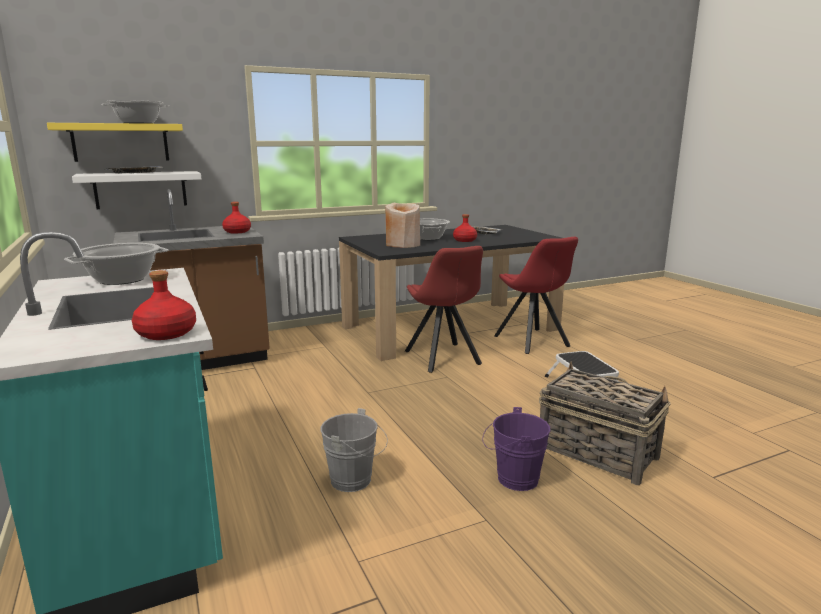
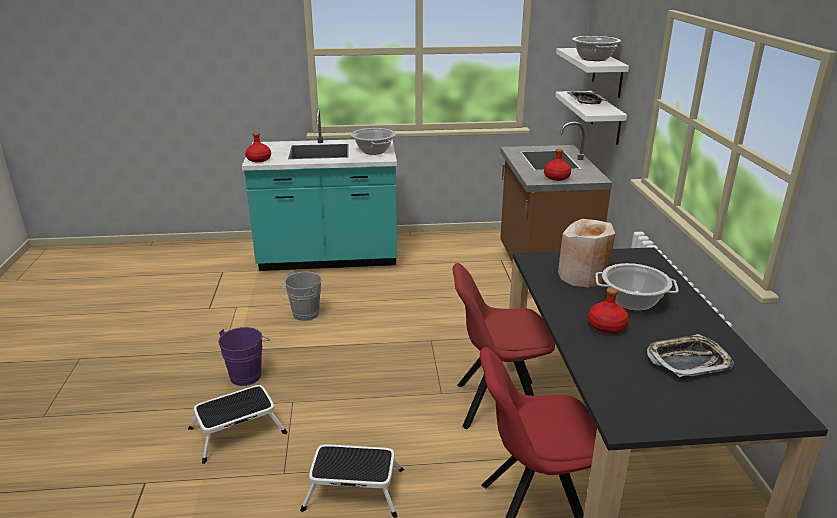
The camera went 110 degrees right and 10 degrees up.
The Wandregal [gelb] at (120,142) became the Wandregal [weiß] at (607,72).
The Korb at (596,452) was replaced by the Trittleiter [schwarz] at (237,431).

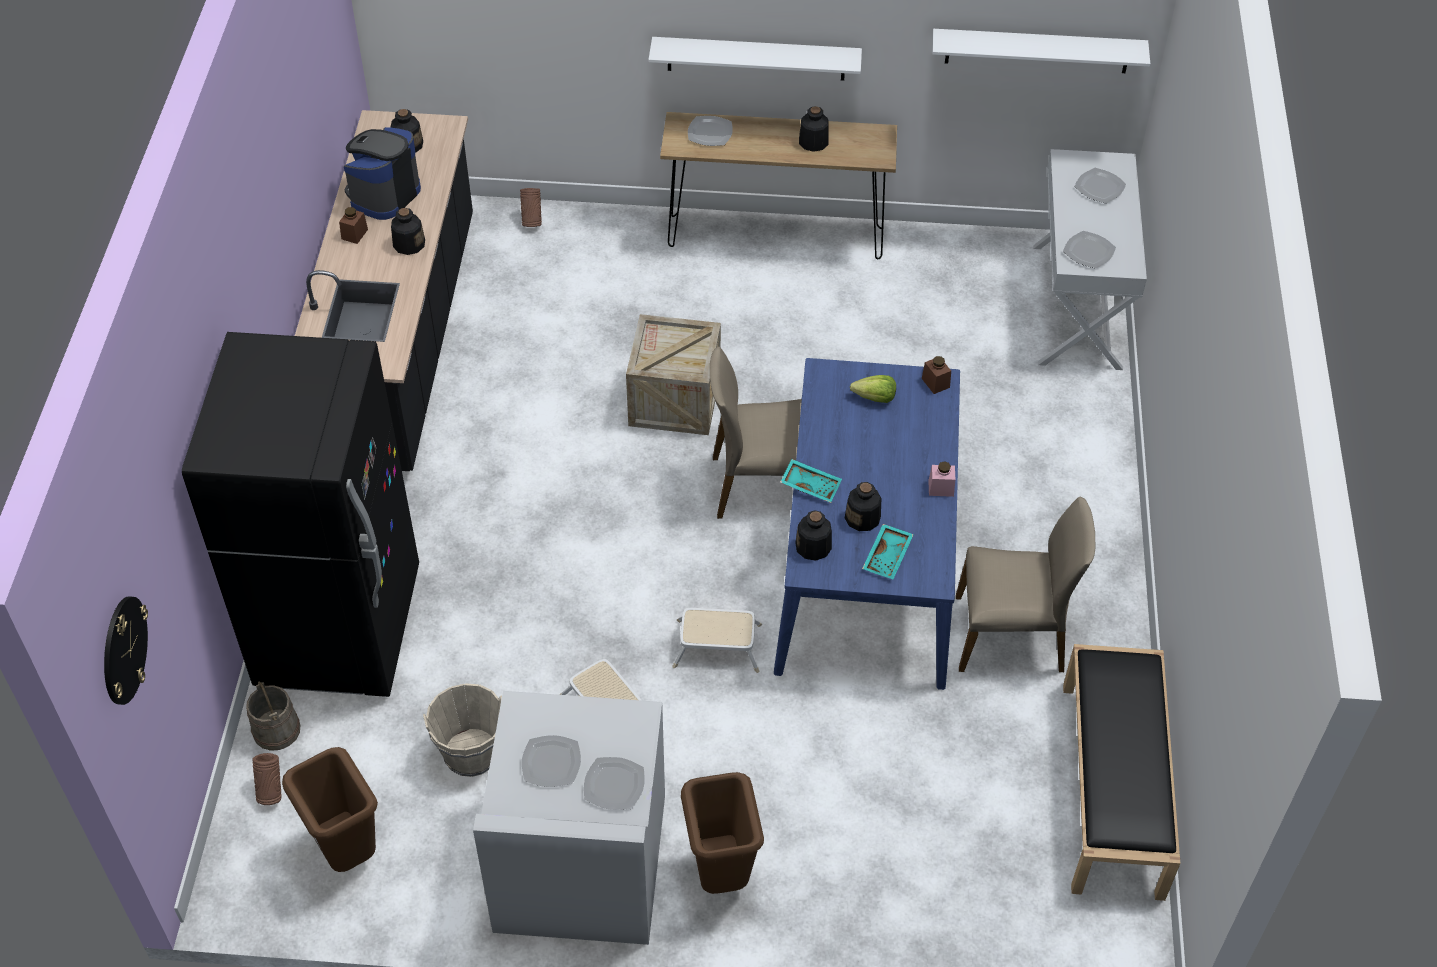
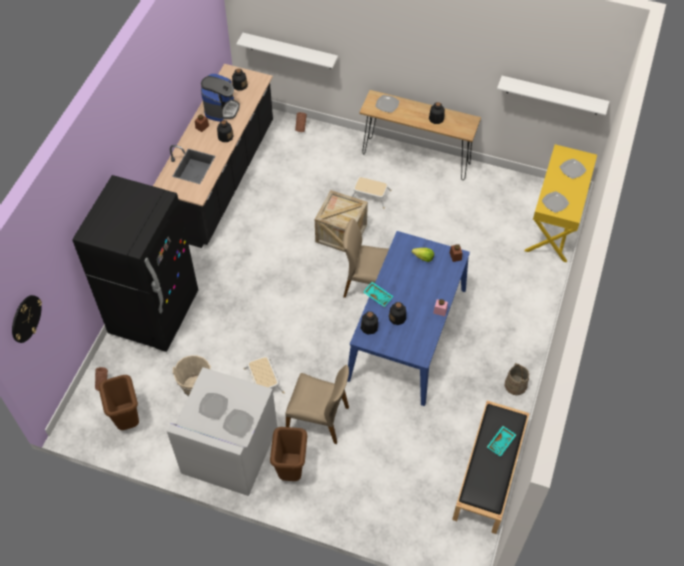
The camera went 15 degrees right and 5 degrees up.
The Eimer [beige] moved from (277,730) to (515,385).
The Kaffeemaschine at (384,194) turned 150 degrees clockwise.
The Wandregal [weiß] moved from (756,58) to (290,51).
The Trittleiter [beige] moved from (717,645) to (370,195).
The Tablett [türkis] moved from (888,557) to (501,443).
The Stuhl [beige] moved from (1011,635) to (318,418).
The Konsolentisch [weiß] at (1077,306) became the Konsolentisch [gelb] at (555,224).

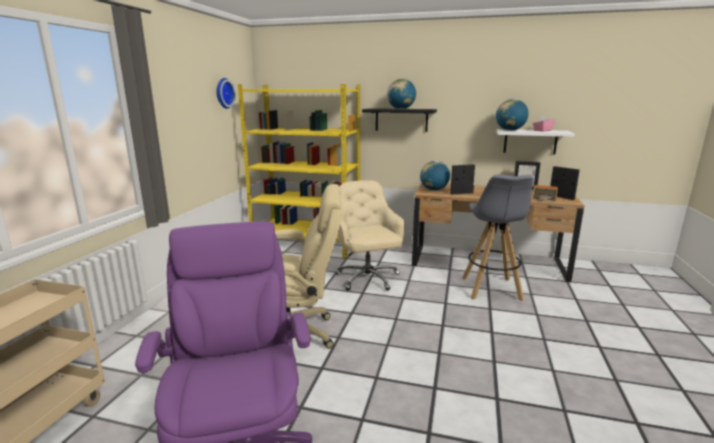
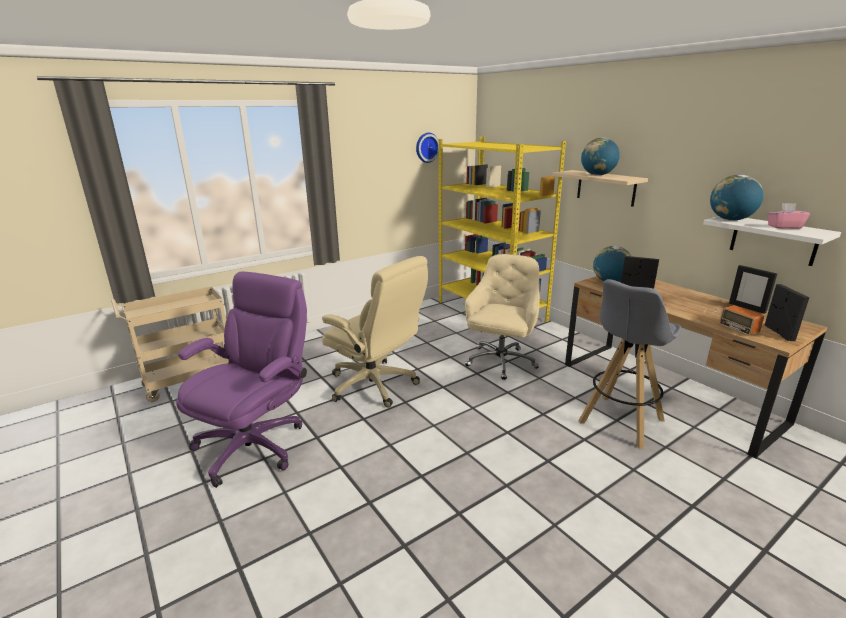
The camera went 40 degrees right and 5 degrees up.
The Wandregal [schwarz] at (401,120) became the Wandregal [beige] at (606,188).

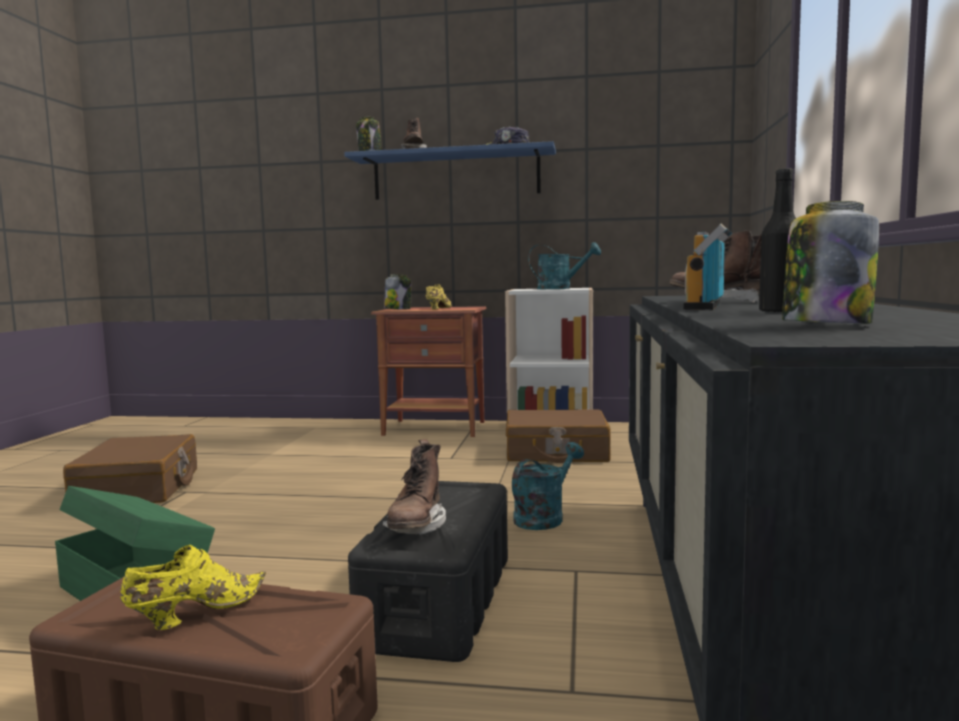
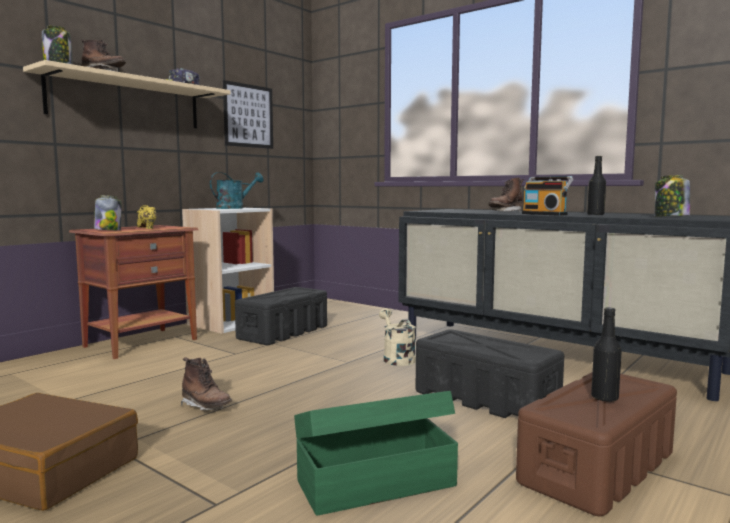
The camera went 60 degrees left and 0 degrees up.
The Schuh [gelb] at (194,614) was replaced by the Flasche [schwarz] at (604,398).
The Wandregal [blau] at (456,175) became the Wandregal [beige] at (127,102).
The Stiefel [braun] moved from (416,526) to (206,407).
The Koffer [braun] at (556,452) was replaced by the Aufbewahrungsbox [schwarz] at (283,332).
The Gießkanne [türkis] at (544,517) became the Gießkanne [beige] at (396,358).
The Bild at (248,116) appeared.

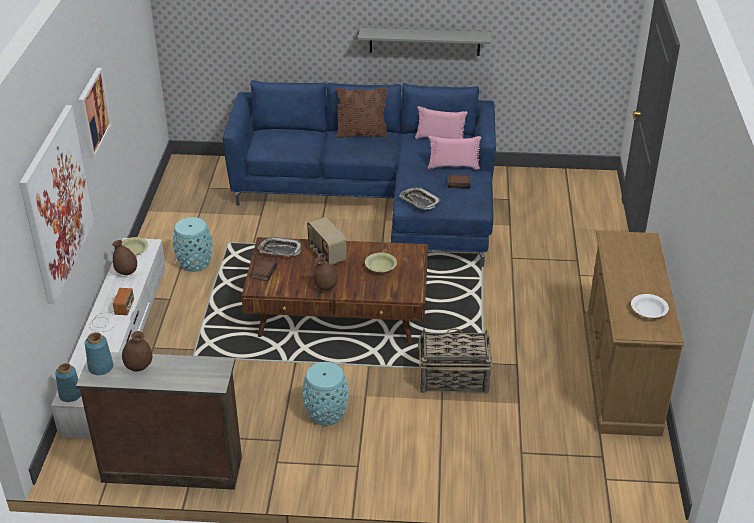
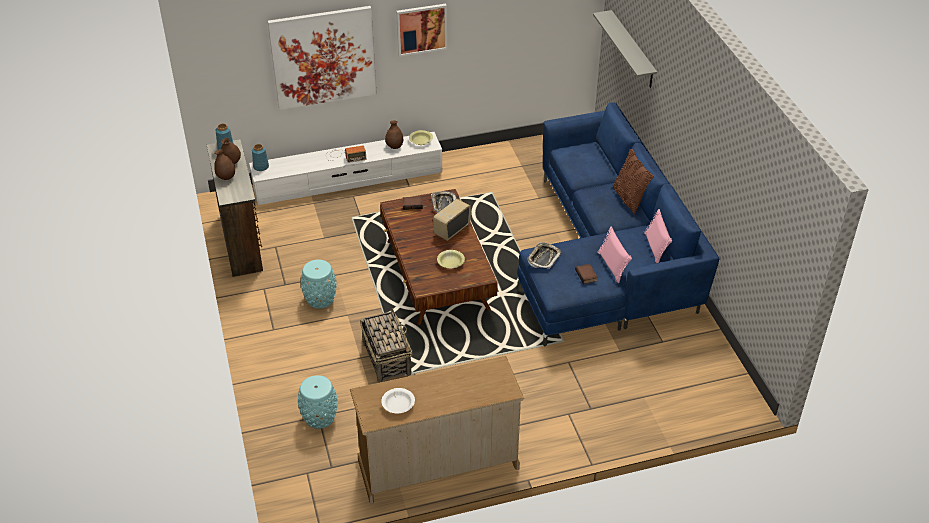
The camera went 70 degrees right and 5 degrees up.
The Hocker [türkis] moved from (195,263) to (319,417).
The Vase [braun] moved from (325,287) to (226,177).
The Wandregal [grau] moved from (424,41) to (632,50).

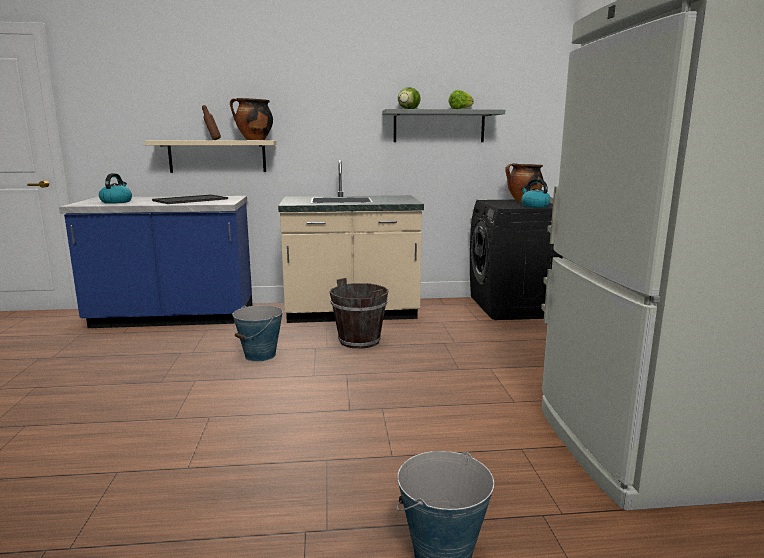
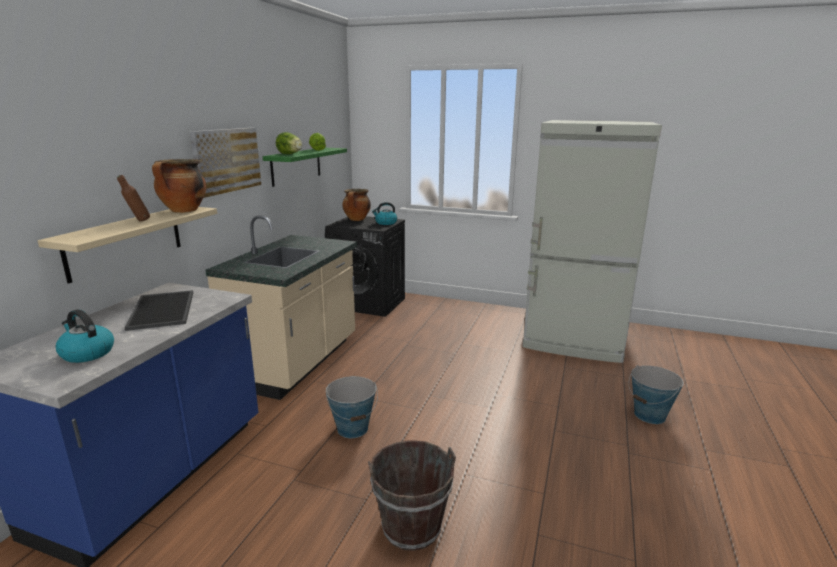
The camera went 65 degrees left and 5 degrees up.
The Eimer [braun] moved from (360,341) to (411,527).
The Wandregal [grau] at (439,126) became the Wandregal [grün] at (296,166).
The Bild at (226,160) appeared.

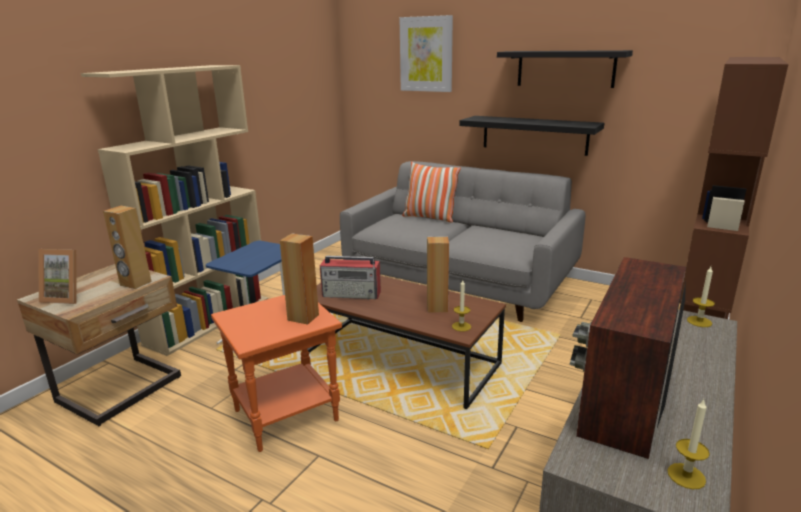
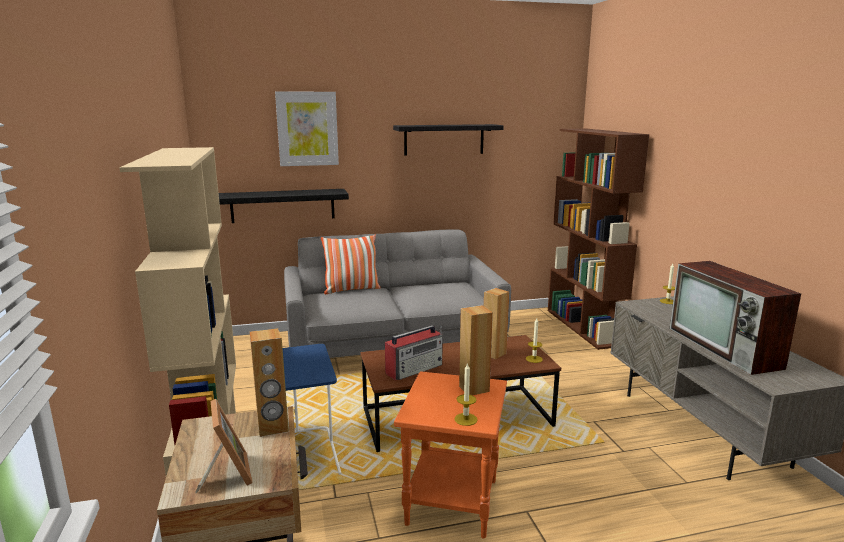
The camera went 45 degrees left and 5 degrees down.
The Bilderrahmen at (67,297) turned 75 degrees counterclockwise.
The Wandregal [schwarz] moved from (534,135) to (283,205).
The Kerze moved from (686,476) to (466,419).

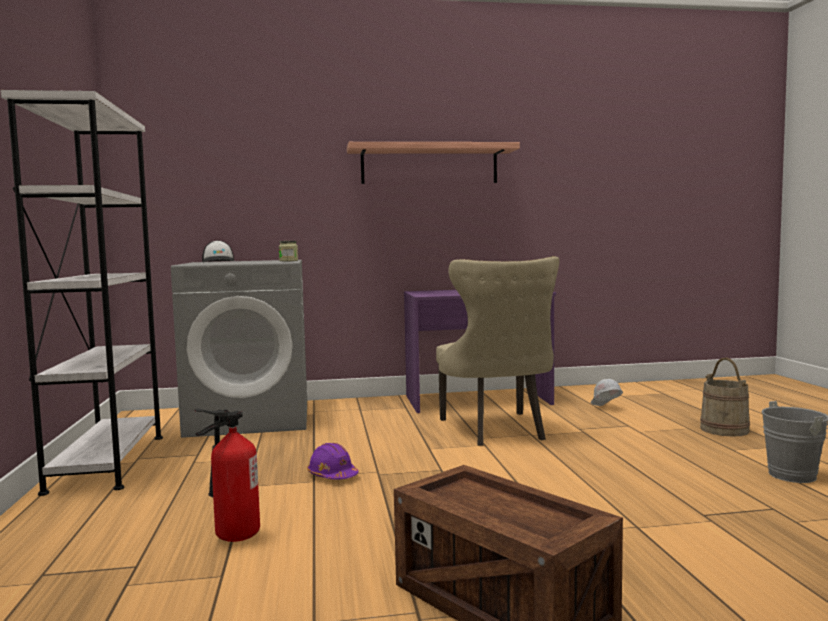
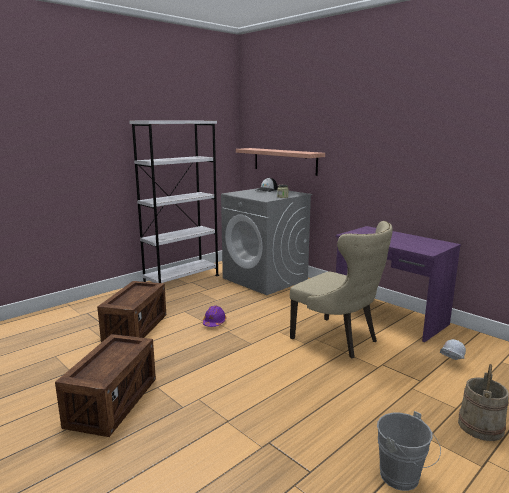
The camera went 55 degrees right and 10 degrees up.
The Feuerlöscher at (232,536) was replaced by the Kiste at (135,328).
The Wandregal moved from (429,165) to (284,161).
The Stuhl [beige] at (497,429) turned 90 degrees counterclockwise.

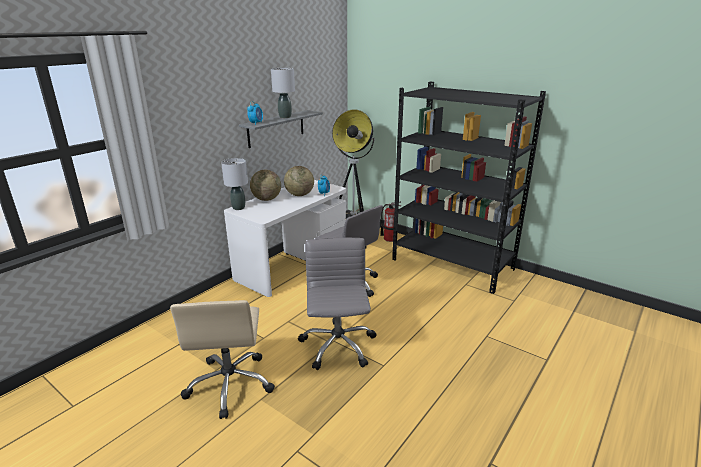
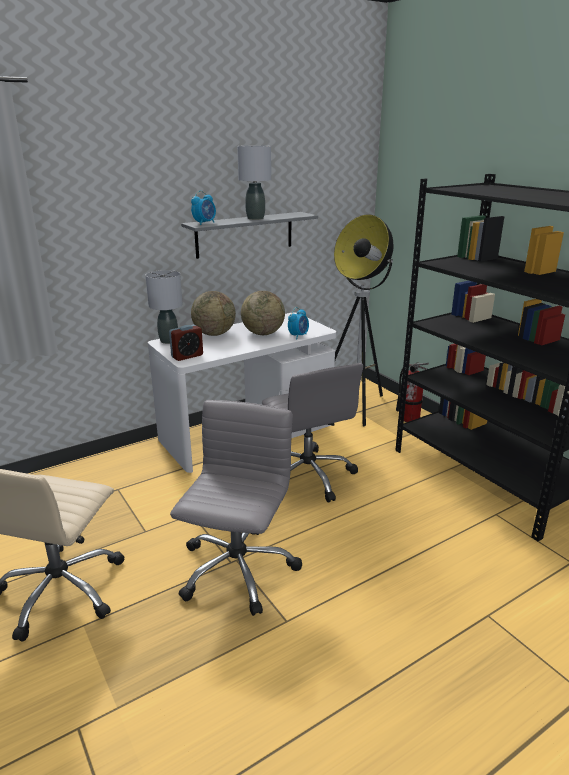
The camera went 20 degrees right and 0 degrees up.
The Wecker at (187,356) appeared.

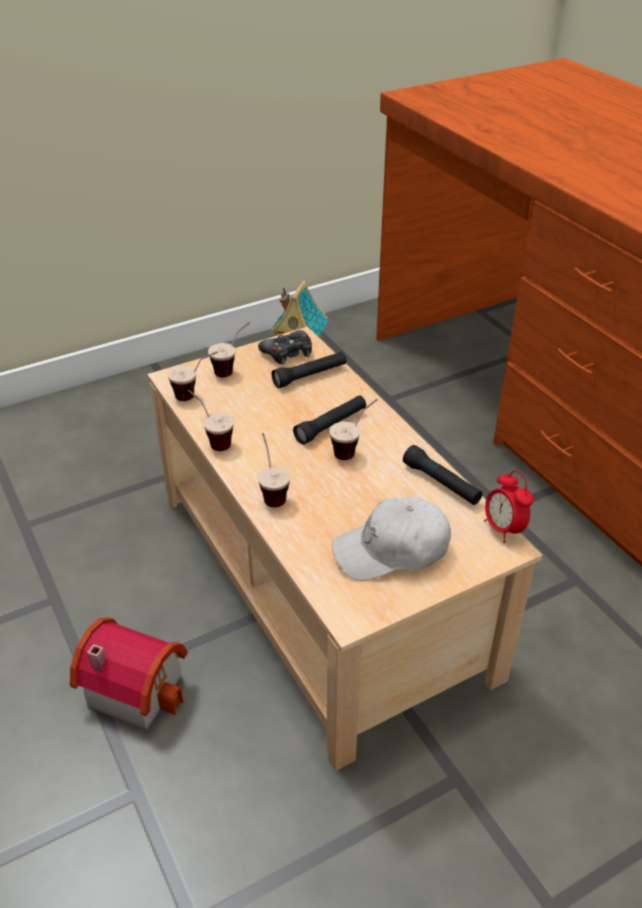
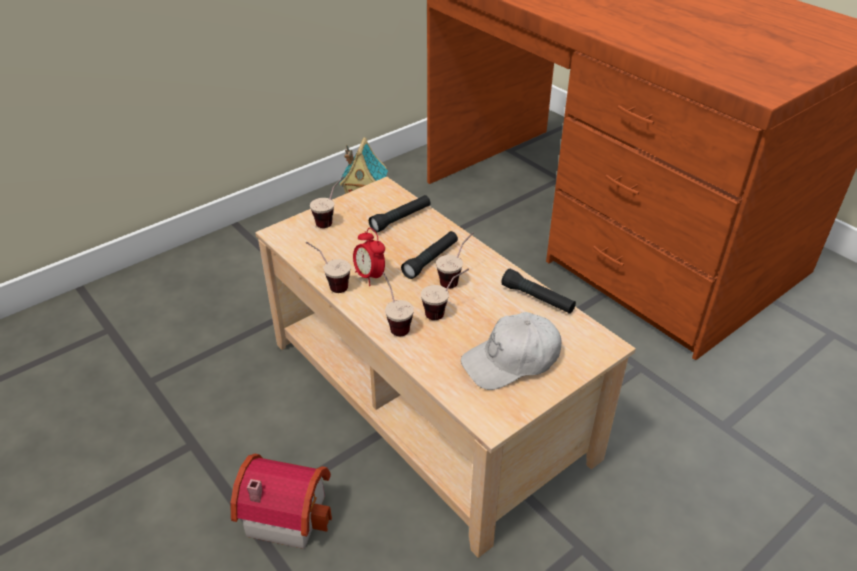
The camera went 10 degrees left and 0 degrees up.
The Tasse moved from (196,394) to (444,311).
The Gamepad [schwarz] at (288,353) disappeared.
The Wecker moved from (503,529) to (370,276).

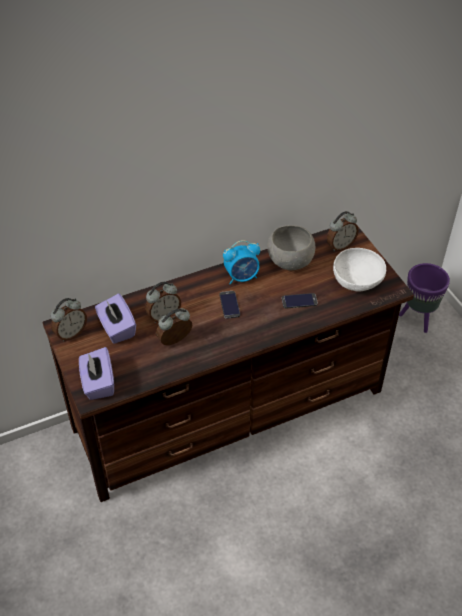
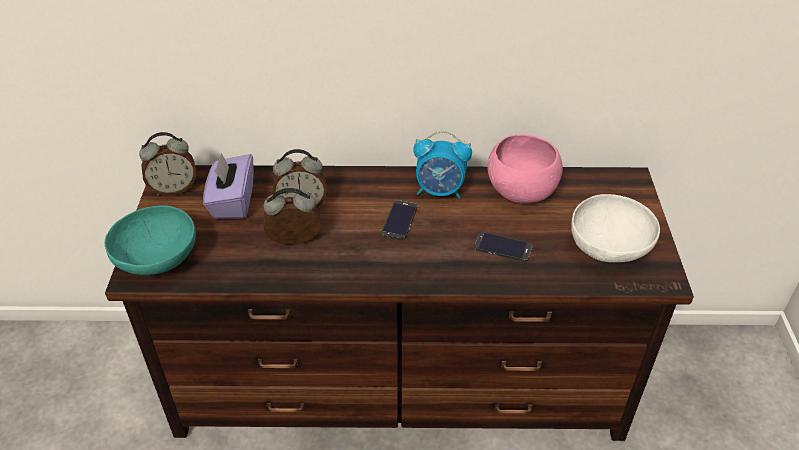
The camera went 25 degrees right and 5 degrees down.
The Taschentuchbox [lila] at (98,383) was replaced by the Schüssel [türkis] at (158,261).
The Schüssel [grau] at (290,262) became the Schüssel [rosa] at (521,193).
The Wecker at (340,246) disappeared.
The Pflanzkübel [lila] at (418,318) disappeared.

